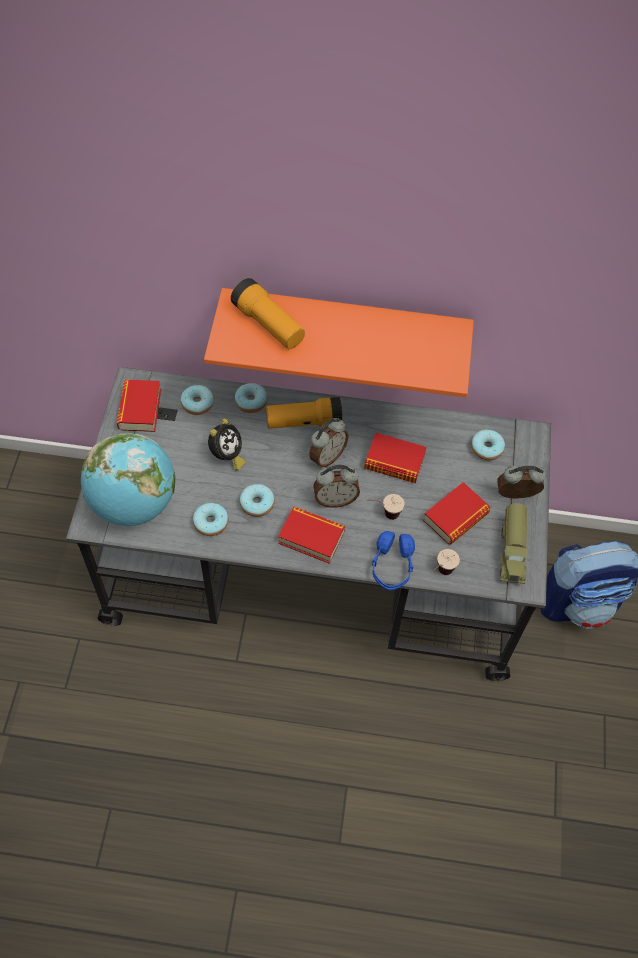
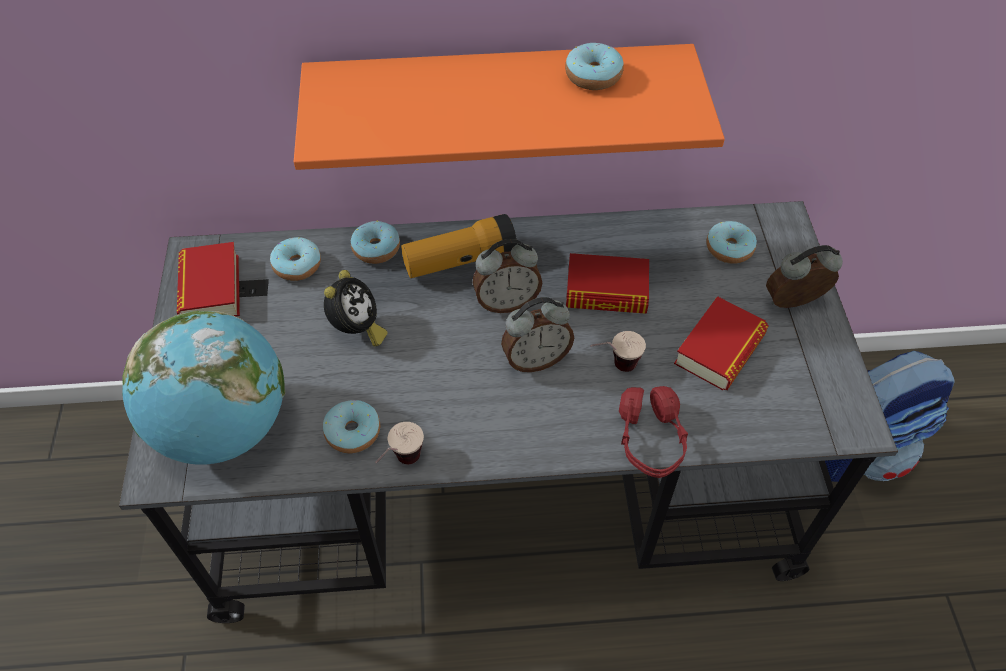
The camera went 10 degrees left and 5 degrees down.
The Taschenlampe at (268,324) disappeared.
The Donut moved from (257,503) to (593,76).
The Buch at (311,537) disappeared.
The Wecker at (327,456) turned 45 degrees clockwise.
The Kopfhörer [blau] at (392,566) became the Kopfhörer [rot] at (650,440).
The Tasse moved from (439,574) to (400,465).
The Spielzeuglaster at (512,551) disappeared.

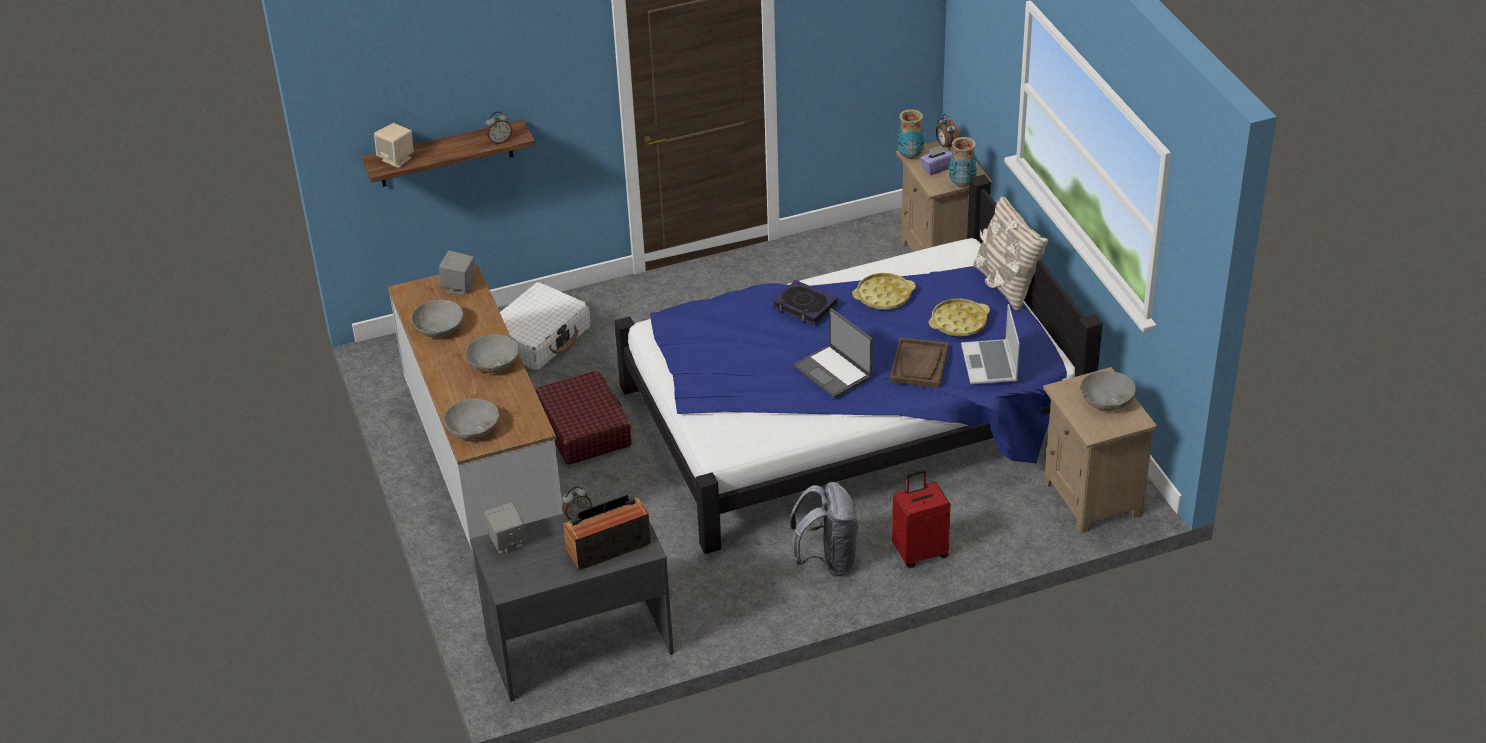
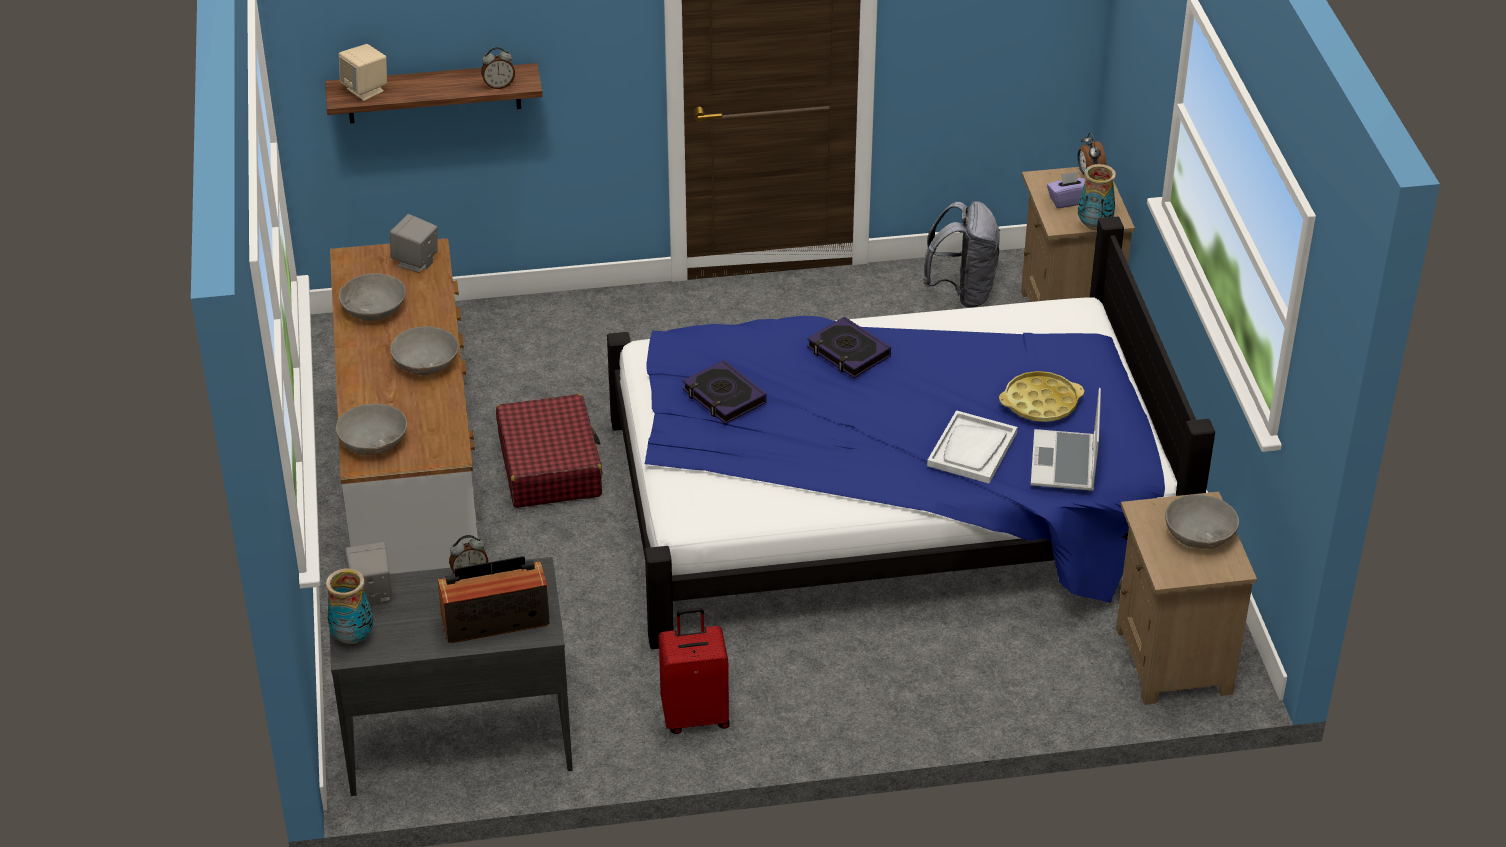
The camera went 10 degrees right and 0 degrees up.
The Koffer [weiß] at (539,338) disappeared.
The Rucksack [grau] moved from (827,560) to (962,292).
The Laptop at (834,372) disappeared.
The Tablett [gelb] at (883,296) disappeared.
The Tablett [braun] at (919,365) became the Tablett [weiß] at (972,449).
The Koffer [rot] moved from (920,552) to (695,715).
The Vase moved from (910,155) to (352,637).
The Kissen [beige] at (1005,285) disappeared.
The Buch at (724,397) appeared.

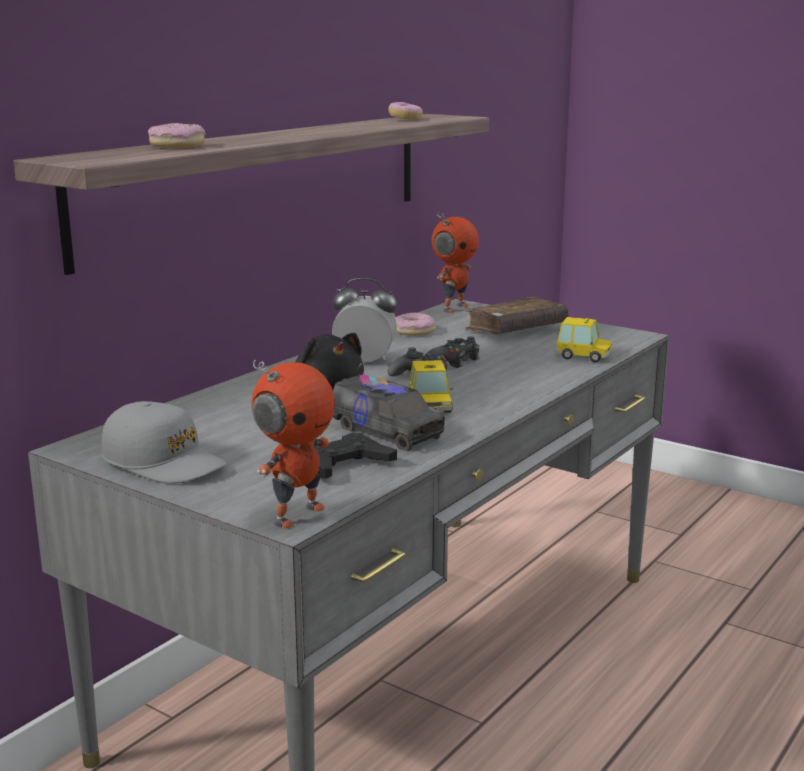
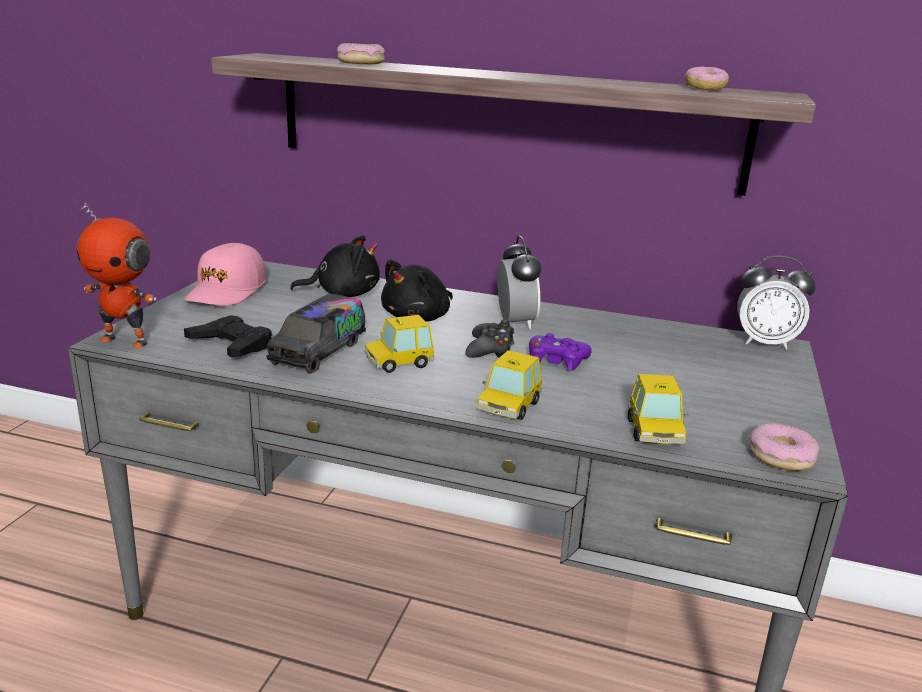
The camera went 70 degrees right and 5 degrees up.
The Kappe [grau] at (163,462) became the Kappe [rosa] at (227,291).
The Donut moved from (414,331) to (781,456).
The Gamepad [schwarz] at (454,361) became the Gamepad [lila] at (556,360).
The Spielzeugroboter at (453,308) was replaced by the Wecker at (765,343).
The Buch [braun] at (516,329) disappeared.
The Plüschtier [schwarz] at (343,294) appeared.
The Spielzeugauto at (509,406) appeared.

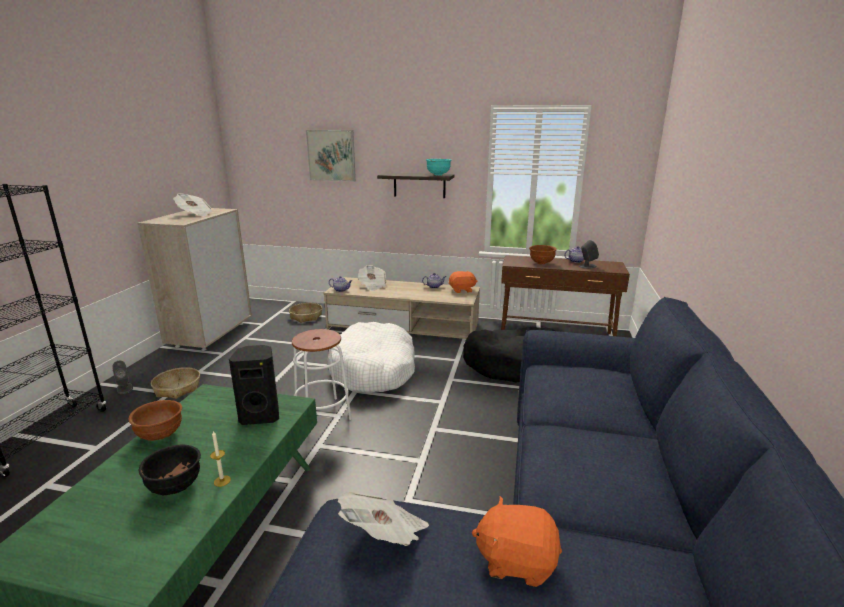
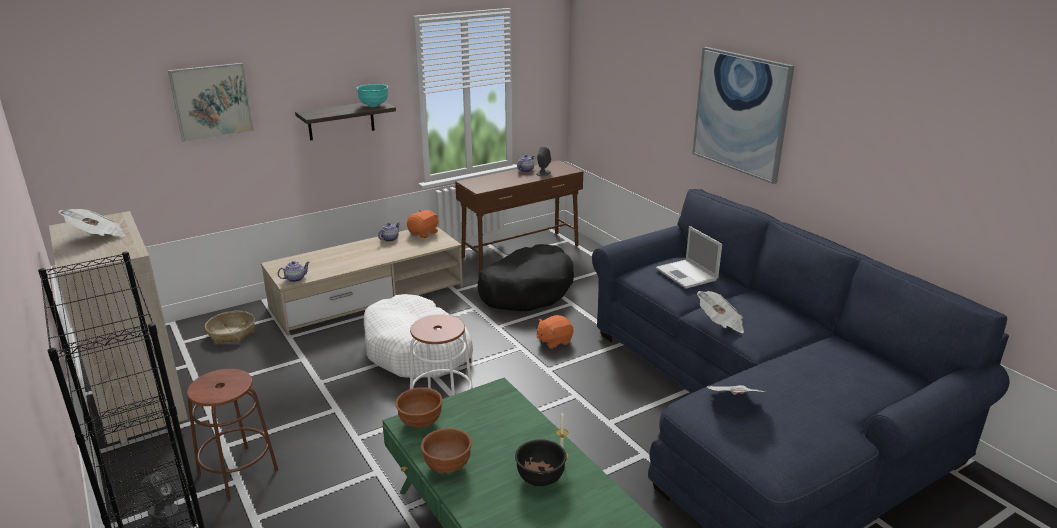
The camera went 45 degrees left and 5 degrees up.
The Korb at (177,389) was replaced by the Hocker [braun] at (238,472).
The Lautsprecher [schwarz] at (261,416) disappeared.
The Zeitung moved from (372,286) to (720,323).
The Plüschtier [orange] moved from (516,560) to (554,341).
The Schüssel [braun] moved from (541,263) to (420,423).
The Laptop at (687,274) appeared.
The Bild at (740,113) appeared.

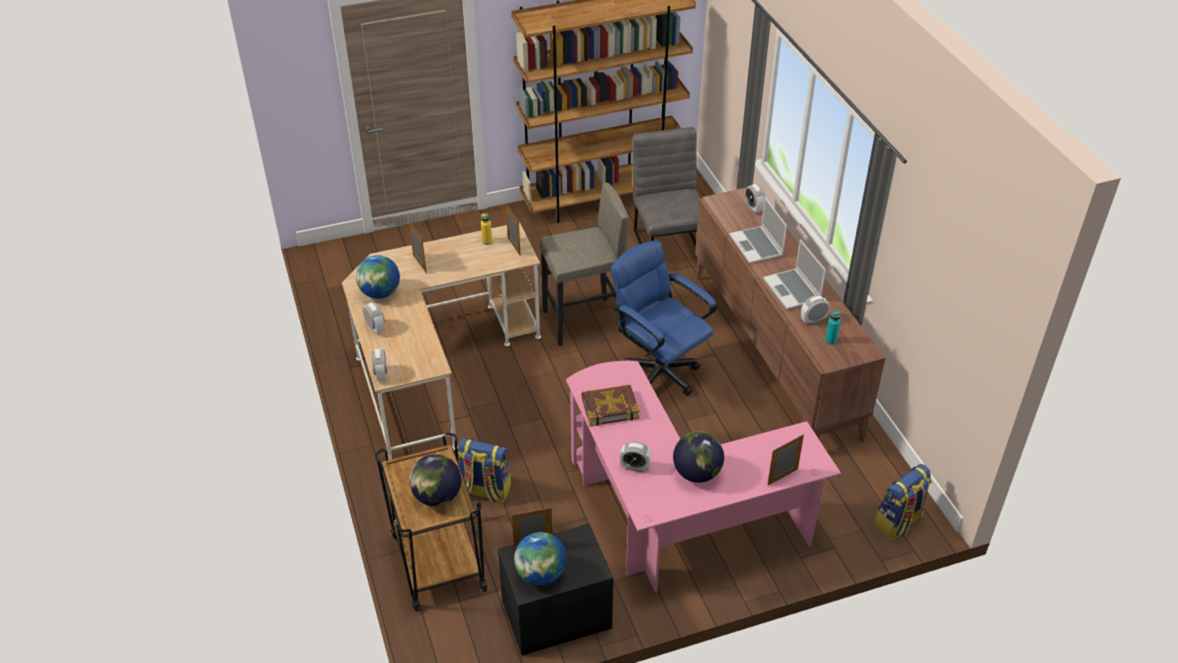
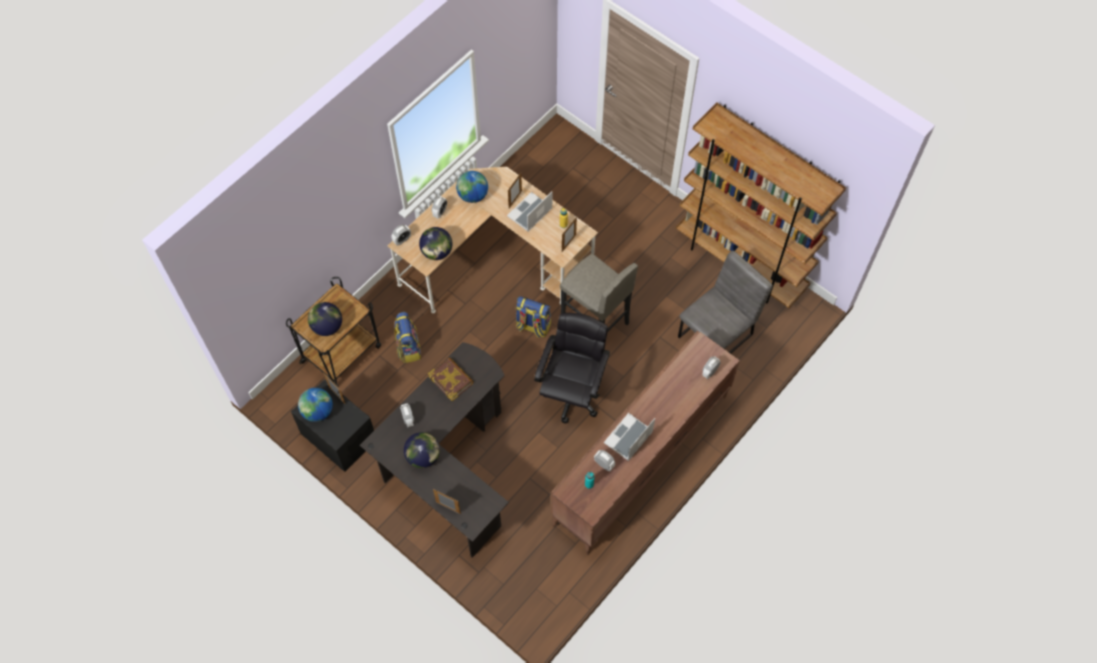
The camera went 60 degrees right and 20 degrees up.
The Schreibtisch [rosa] at (674,520) became the Schreibtisch [schwarz] at (447,467).
The Bürostuhl [blau] at (657,373) became the Bürostuhl [schwarz] at (572,393).
The Laptop moved from (757,246) to (530,213).
The Rucksack moved from (898,523) to (532,326).
The Globus at (437,252) appeared.

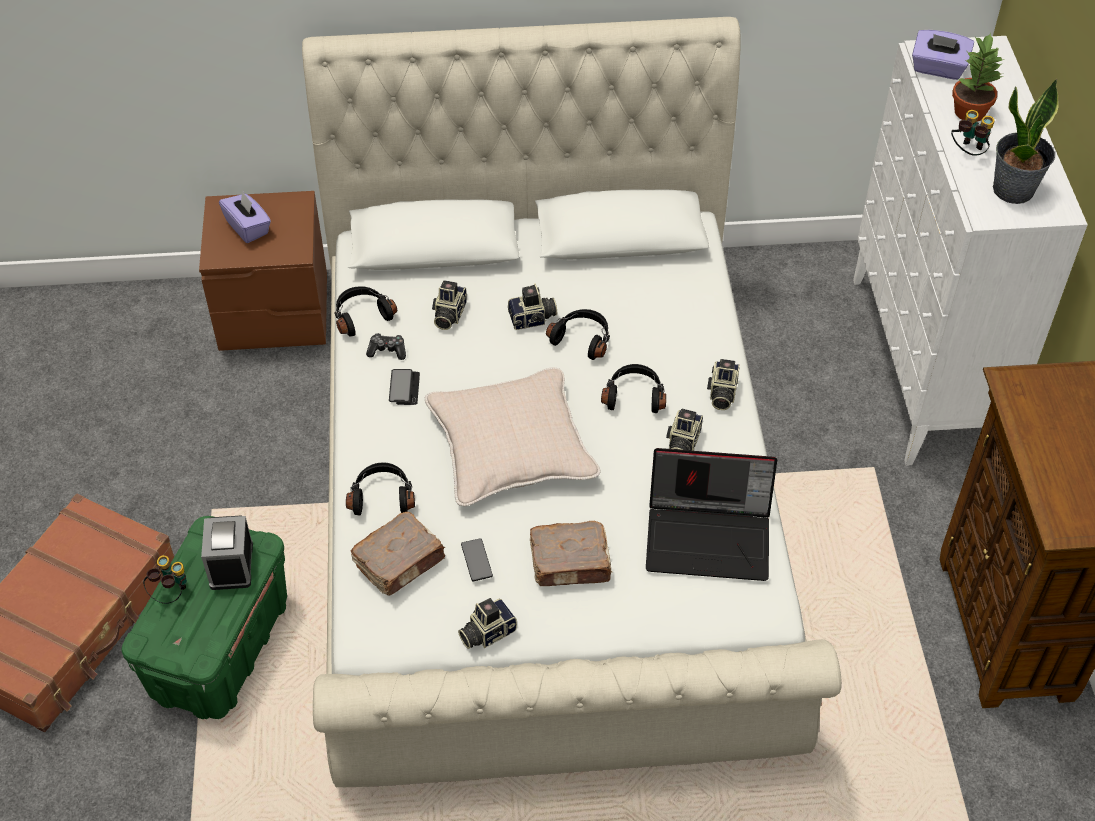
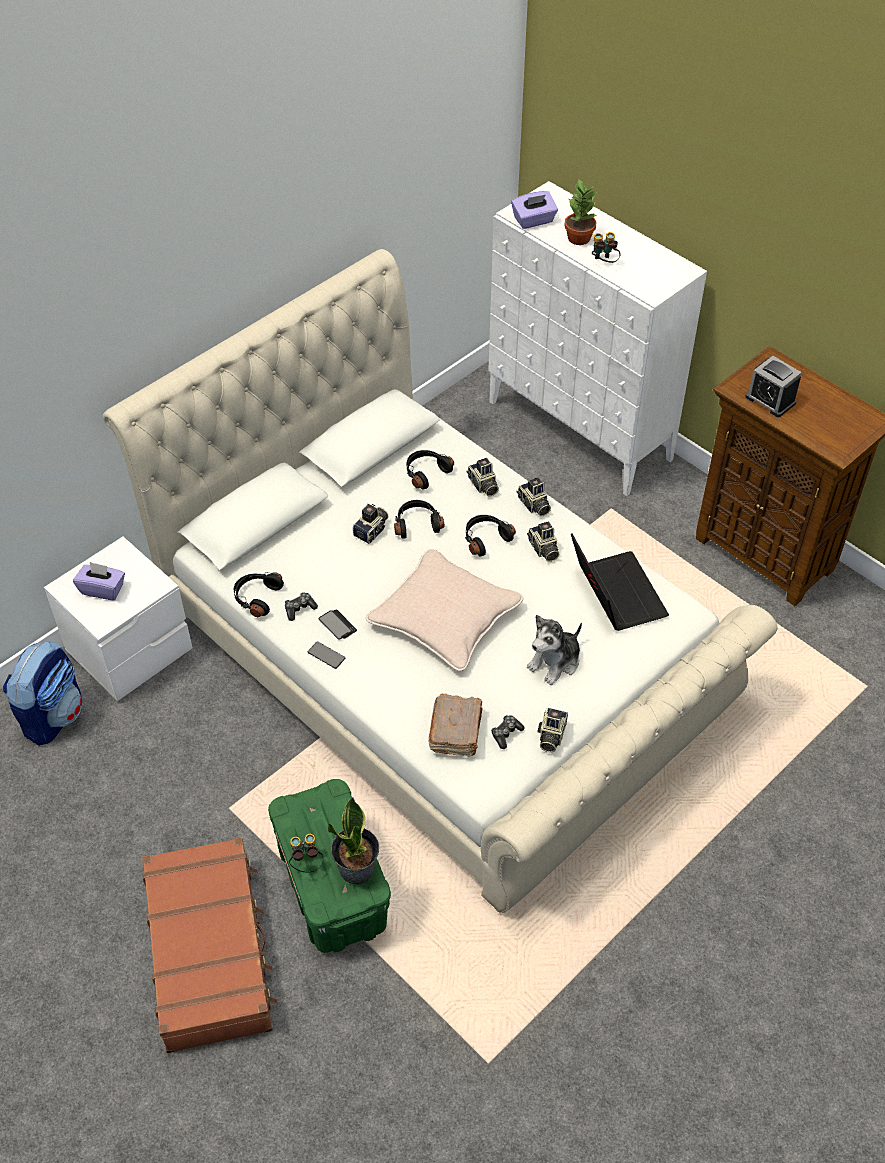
The camera went 40 degrees left and 0 degrees up.
The Nachttisch [braun] at (274,312) became the Nachttisch [weiß] at (128,650).
The Wecker moved from (231,565) to (770,400).
The Kopfhörer [schwarz] moved from (382,496) to (426,473).
The Kamera moved from (448,315) to (483,486).
The Handy moved from (476,560) to (326,655).
The Buch [braun] at (571,563) was replaced by the Plüschtier at (555,662).
The Laptop at (710,536) turned 75 degrees counterclockwise.
The Topfpflanze moved from (1013,190) to (357,869).
The Rucksack at (53,715) appeared.
The Gamepad at (506,734) appeared.

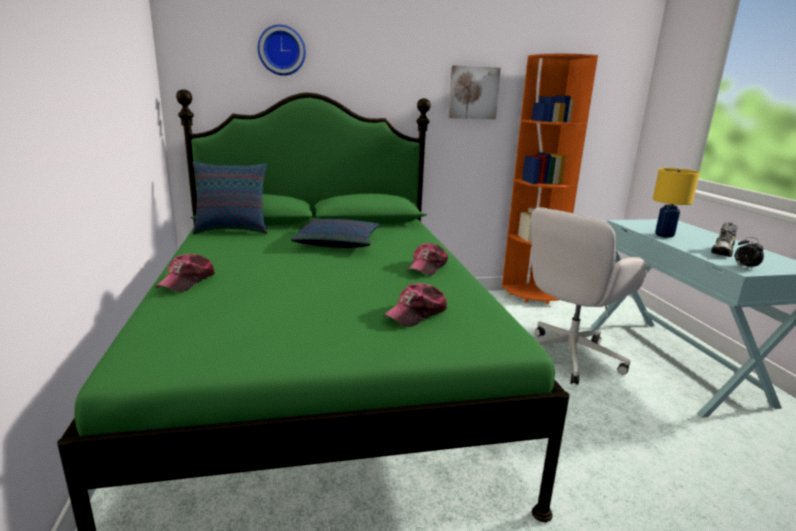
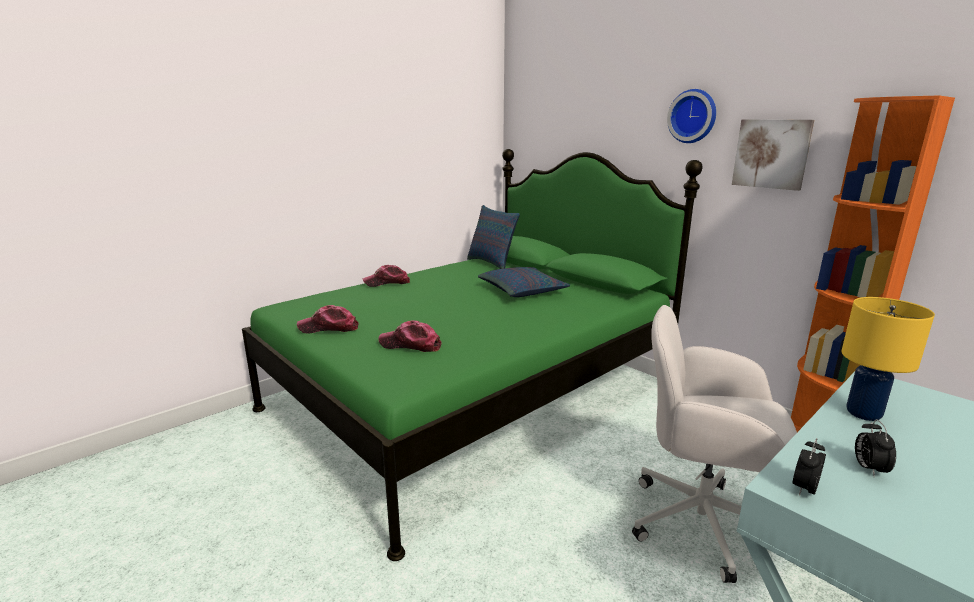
The camera went 60 degrees right and 0 degrees up.
The Wanduhr moved from (281,50) to (693,116).
The Kappe moved from (427,267) to (329,328).
The Schuh at (722,252) was replaced by the Wecker at (868,468).

